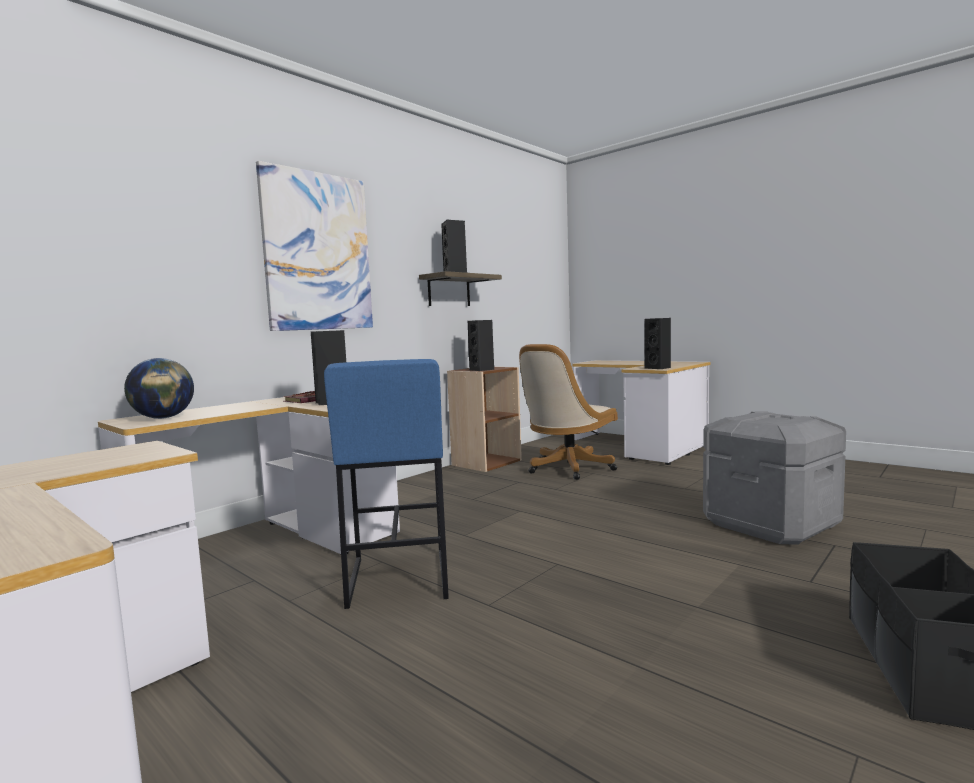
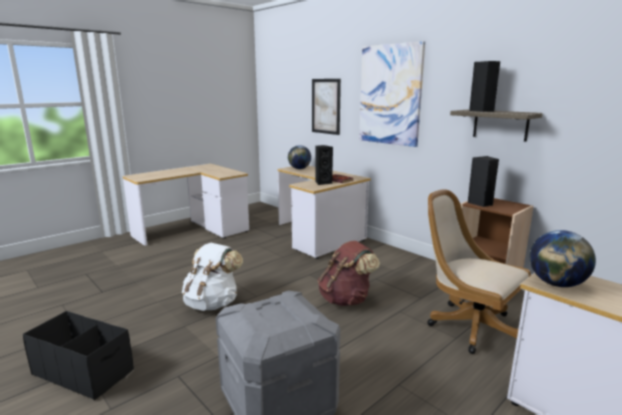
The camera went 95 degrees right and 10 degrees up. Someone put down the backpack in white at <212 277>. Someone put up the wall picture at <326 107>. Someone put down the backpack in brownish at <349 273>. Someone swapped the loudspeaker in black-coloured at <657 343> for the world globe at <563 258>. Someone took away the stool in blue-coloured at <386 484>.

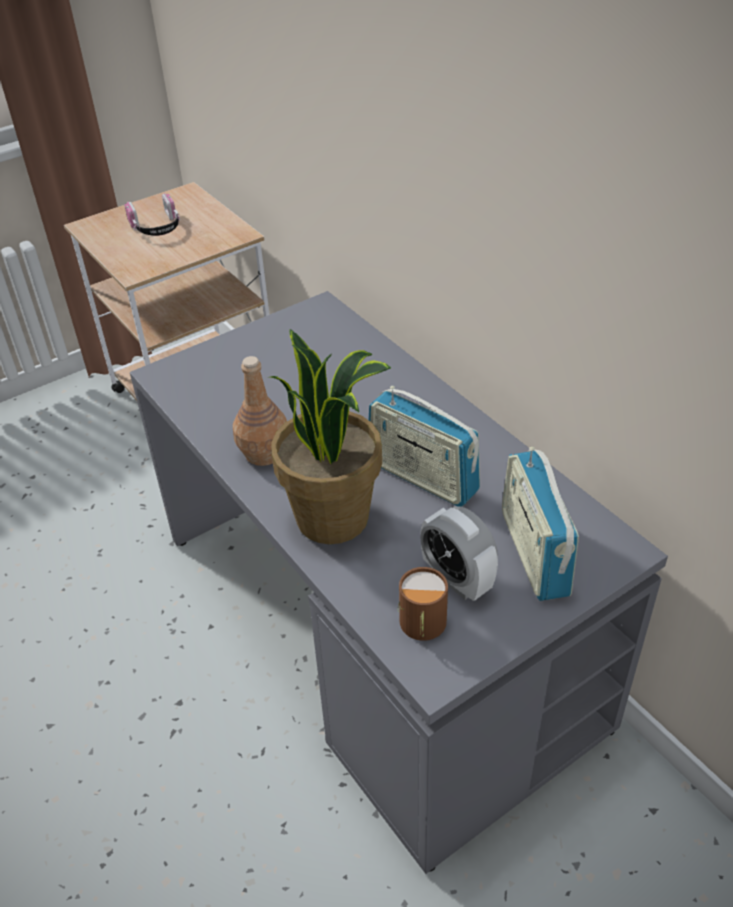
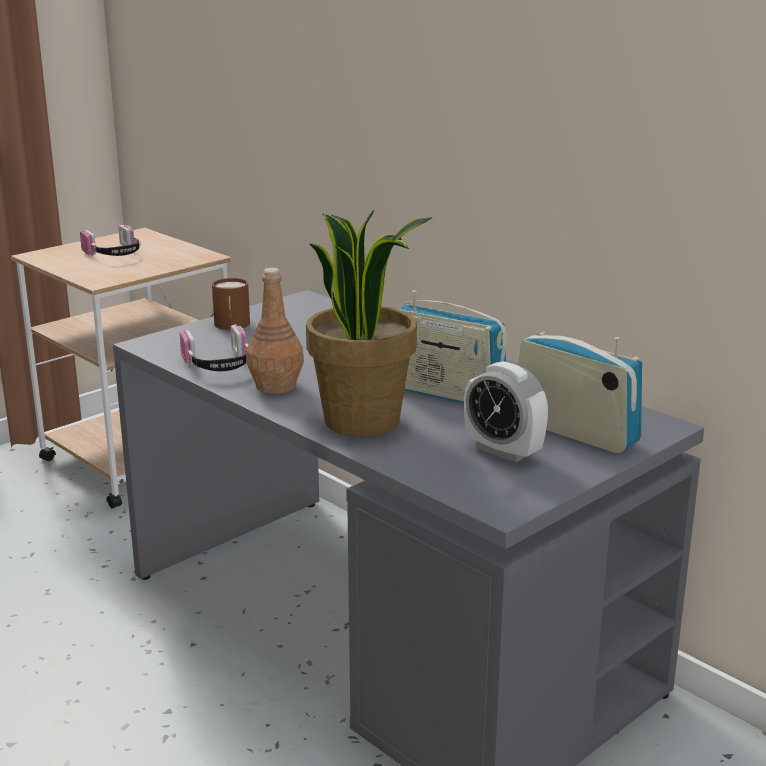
The camera went 10 degrees left and 20 degrees down. Someone put down the headphones at <214 347>. Someone carried the tea mug in brownish from <423 604> to <231 304>. Someone rotated the radio receiver at <540 523> by 150 degrees clockwise.

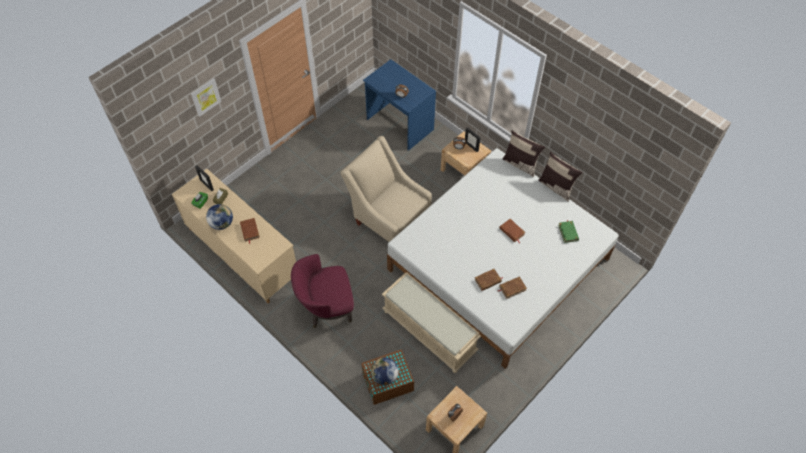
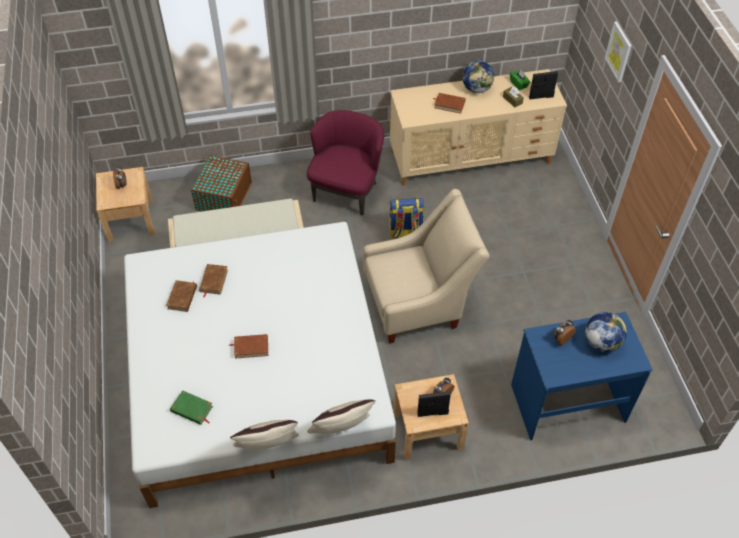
The camera went 125 degrees right and 5 degrees down. Someone put down the backpack at <407 218>. Someone carried the world globe from <385 371> to <606 332>.

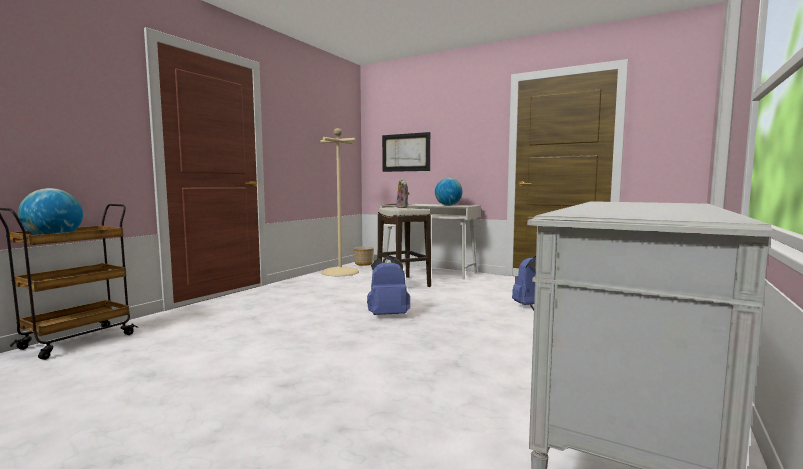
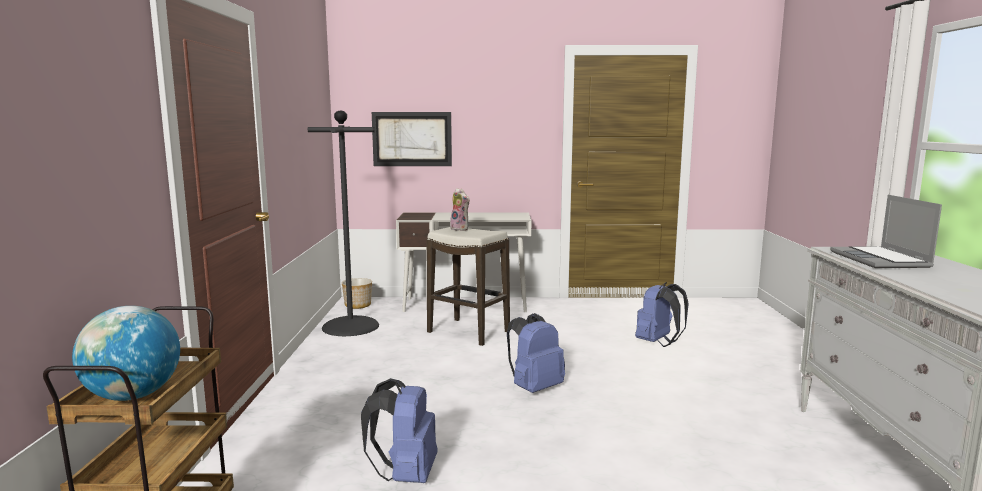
The camera went 30 degrees left and 5 degrees up. Someone repainted the garment rack in sand-coloured at <340 202>, which became the garment rack in black-coloured at <343 223>. Someone put down the backpack in blue-coloured at <399 430>. Someone put down the notebook computer at <886 231>. Someone took away the world globe at <449 192>.

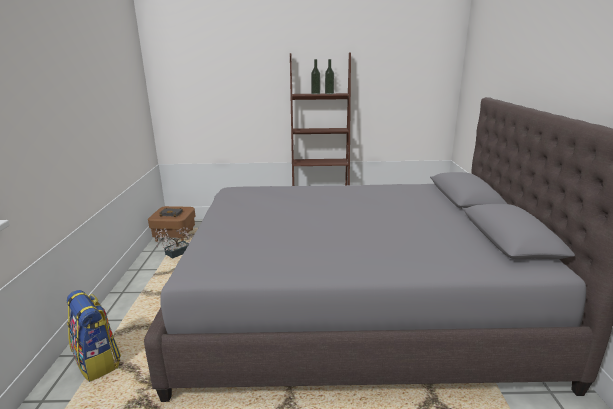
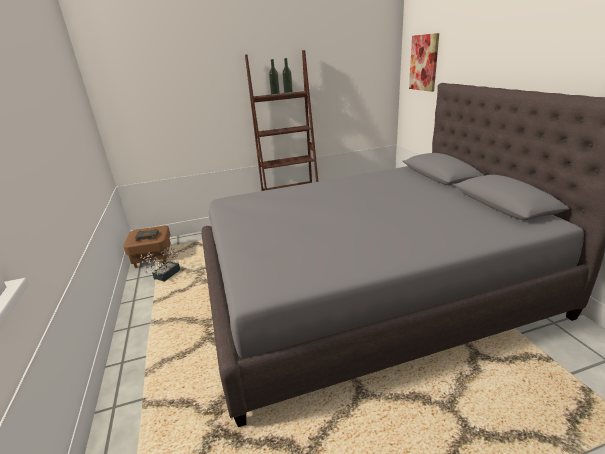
The camera went 15 degrees left and 5 degrees up. Someone put up the wall picture at <424 62>. Someone took away the backpack at <94 336>.

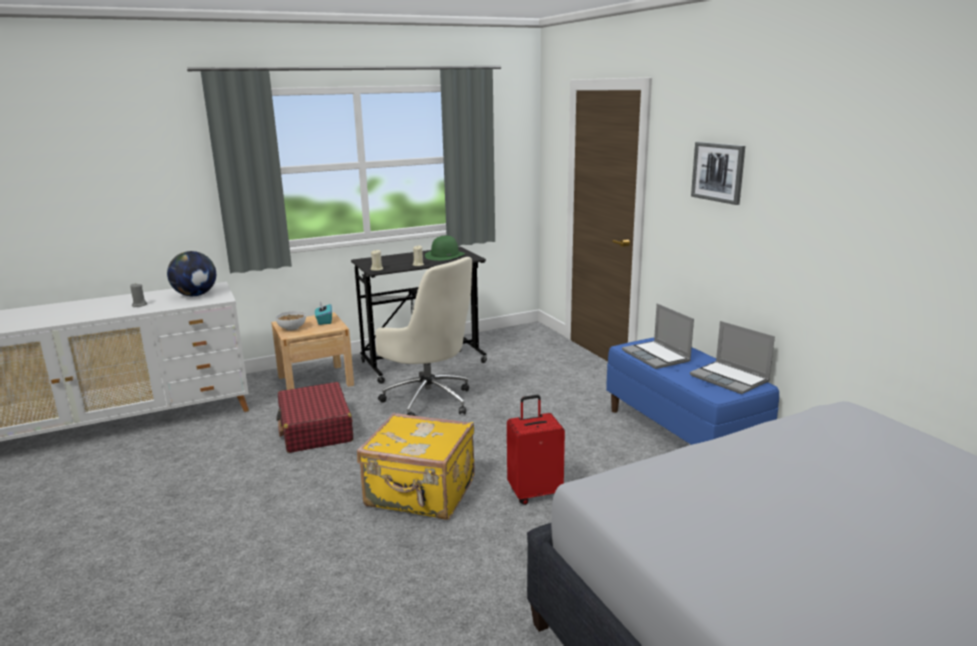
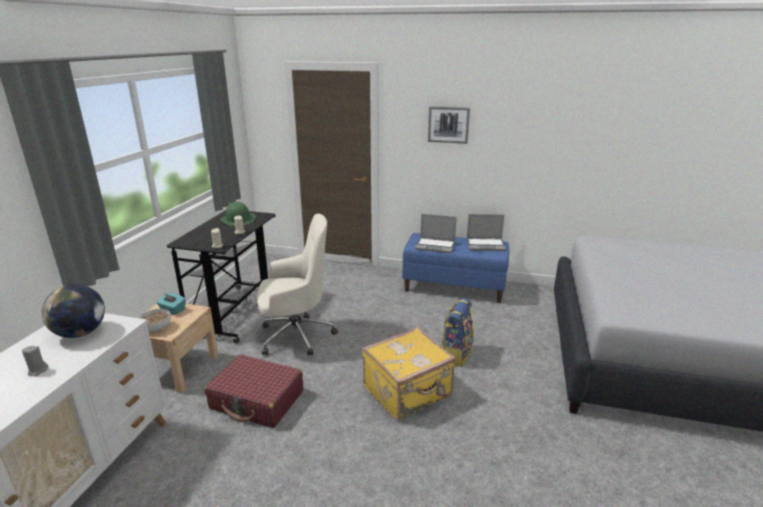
The camera went 50 degrees left and 5 degrees up. Someone swapped the suitcase in red at <536 450> for the backpack at <457 332>.

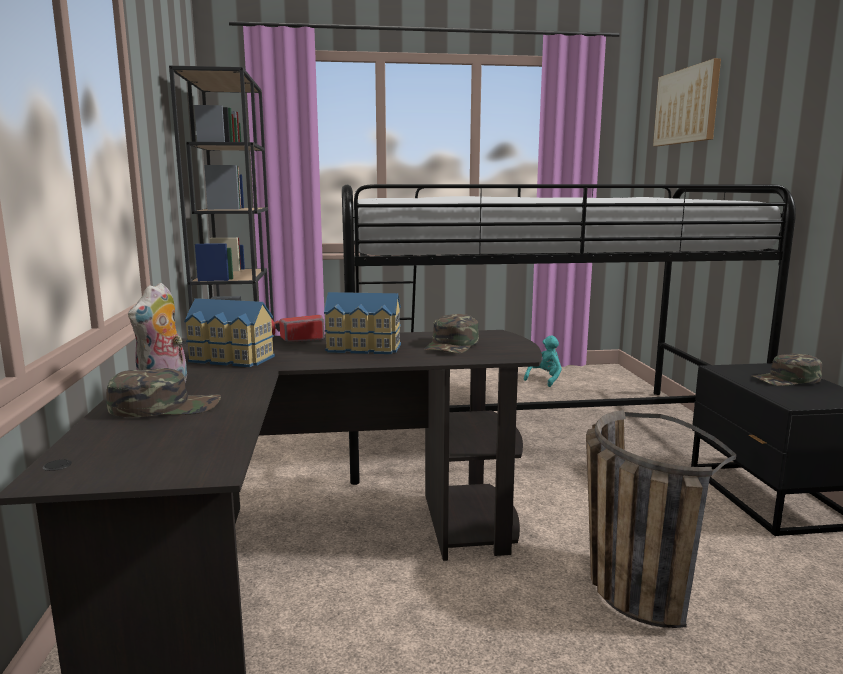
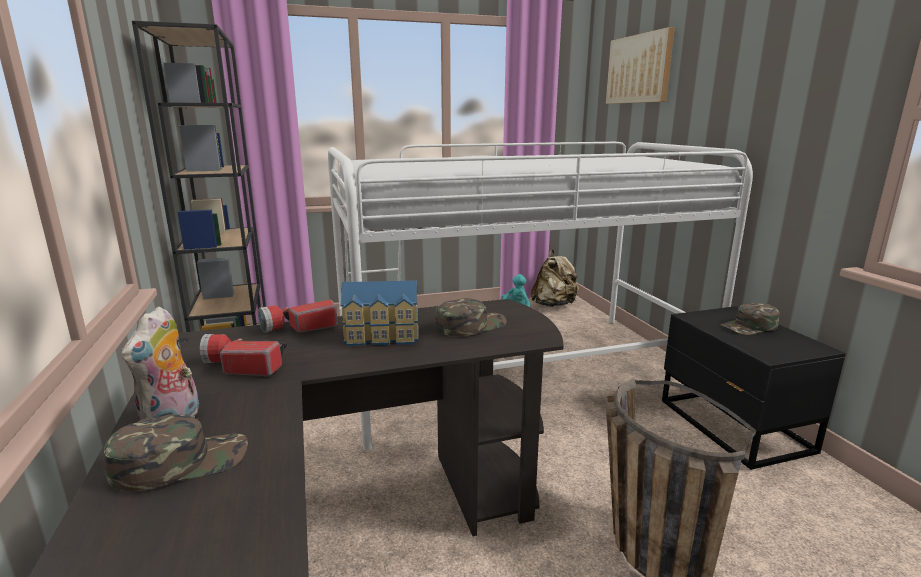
The camera went 10 degrees left and 5 degrees up. Someone swapped the toy house at <229 332> for the torch at <243 355>. Someone repainted the bedroom bed in black-coloured at <569 334>, which became the bedroom bed in white at <540 296>. Someone rotated the baseball cap in green at <451 333> by 135 degrees counterclockwise. Someone put down the backpack in sand-coloured at <555 278>.

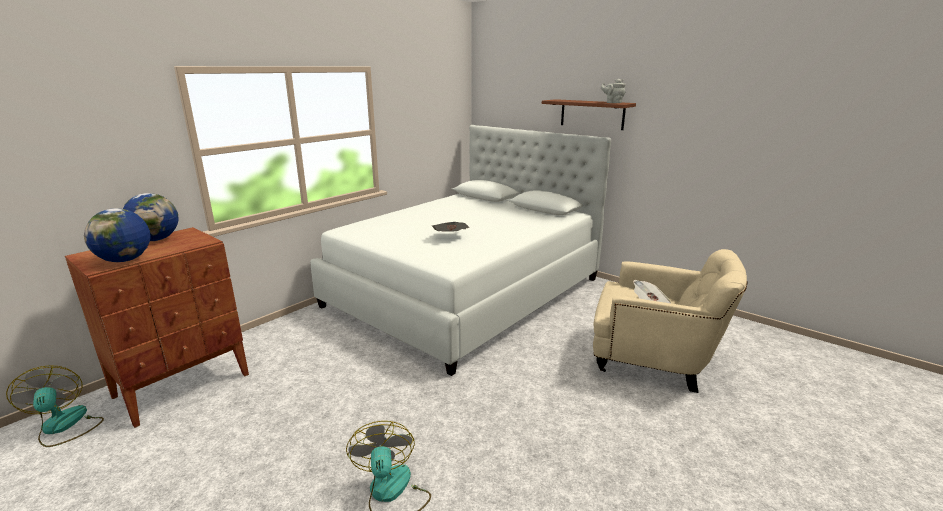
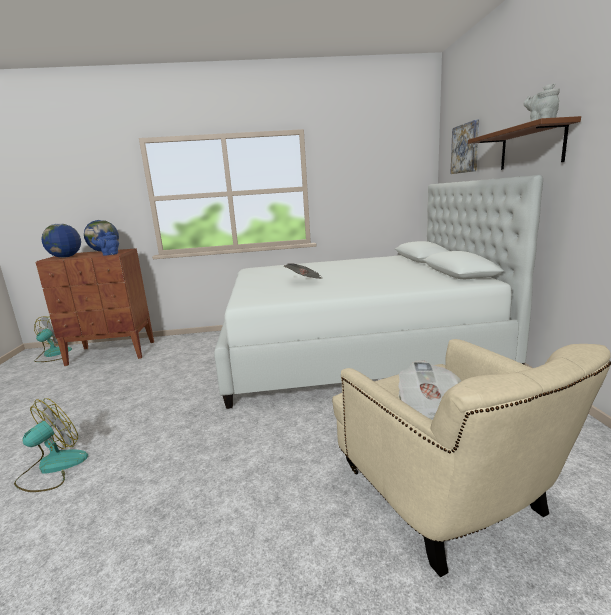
The camera went 45 degrees right and 5 degrees down. Someone put down the tea pot in blue-coloured at <105 244>. Someone put up the wall picture at <464 147>.

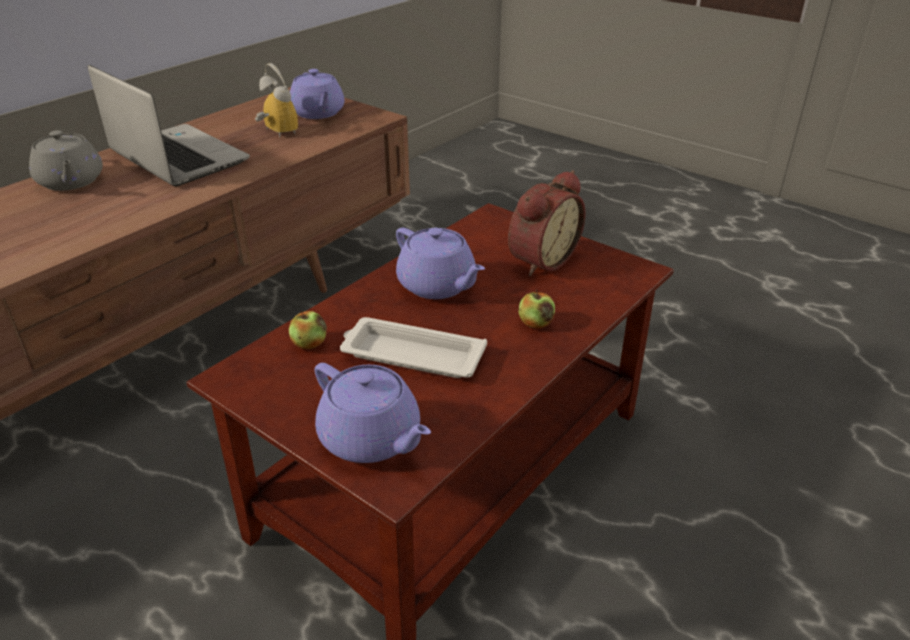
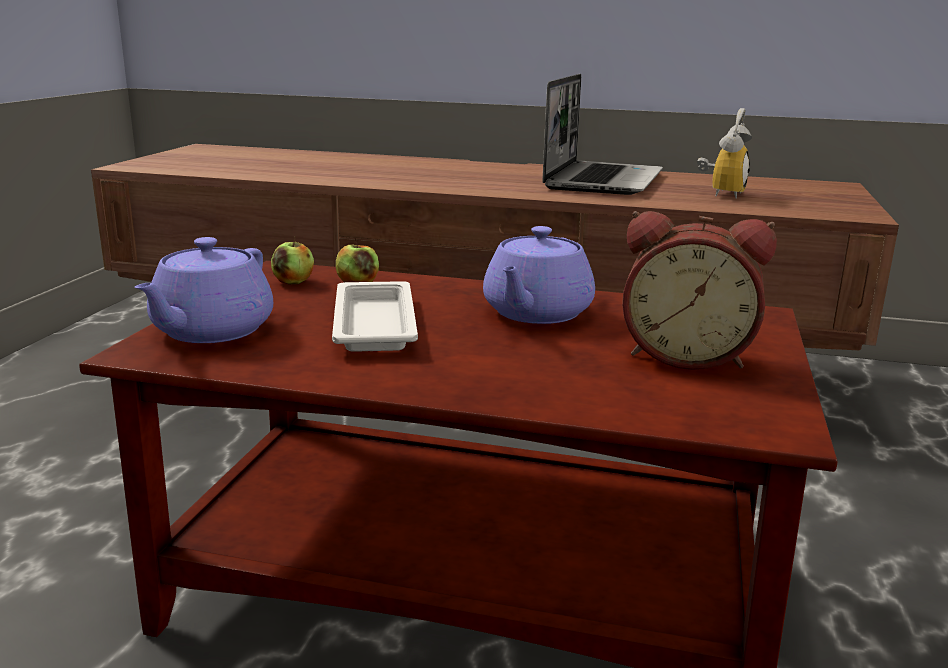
The camera went 65 degrees right and 15 degrees down. Someone carried the apple from <537 309> to <292 260>. Someone took away the tea pot in greyish at <66 160>. Someone took away the tea pot in purplish at <317 94>.

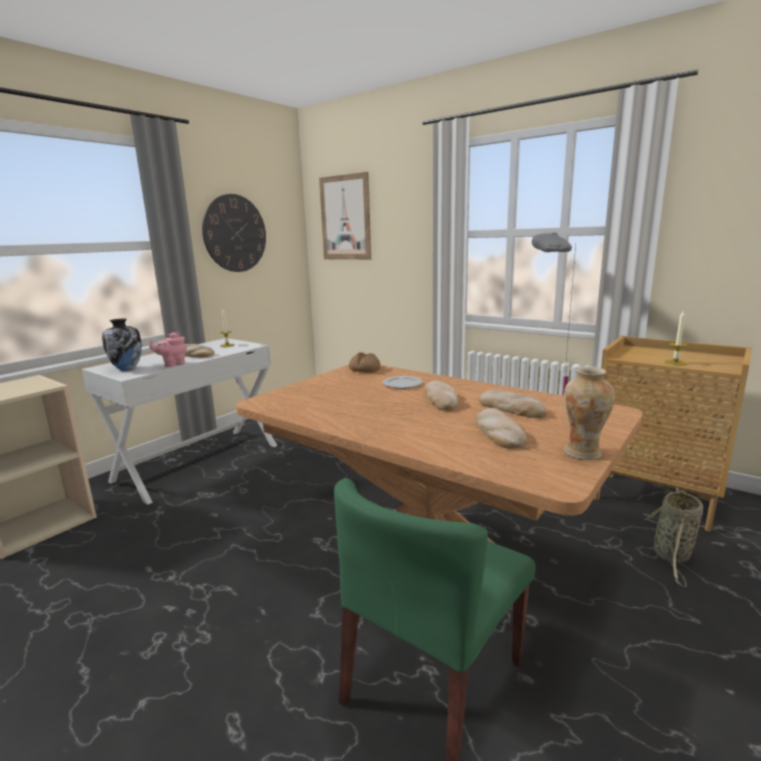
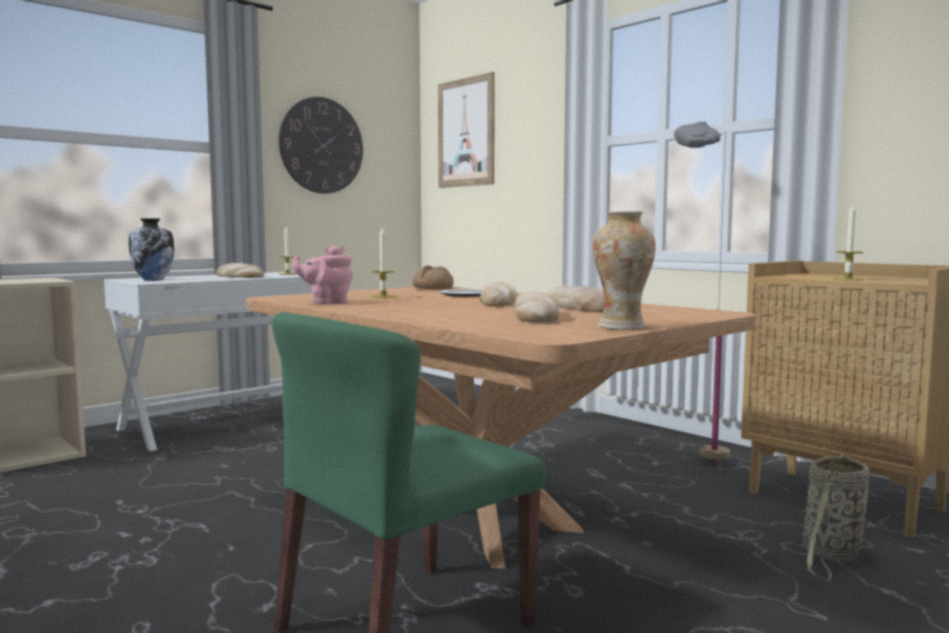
The camera went 10 degrees right and 10 degrees down. Someone carried the tea pot in pink from <168 349> to <322 275>. Someone put down the wax candle at <383 262>.

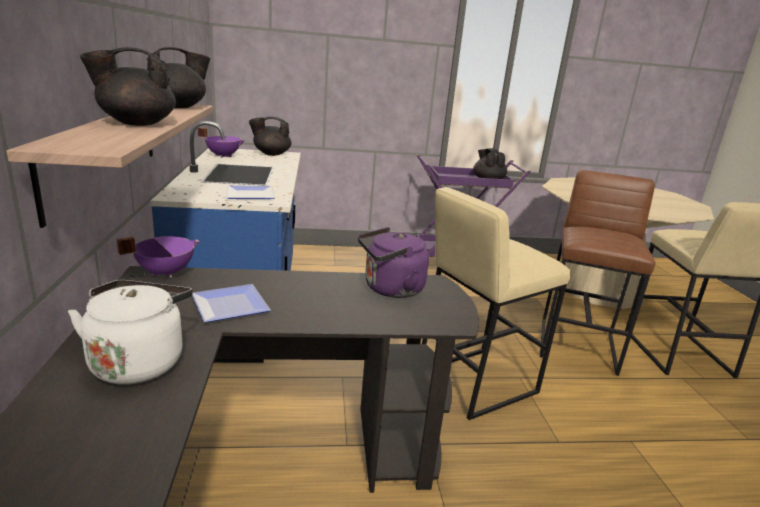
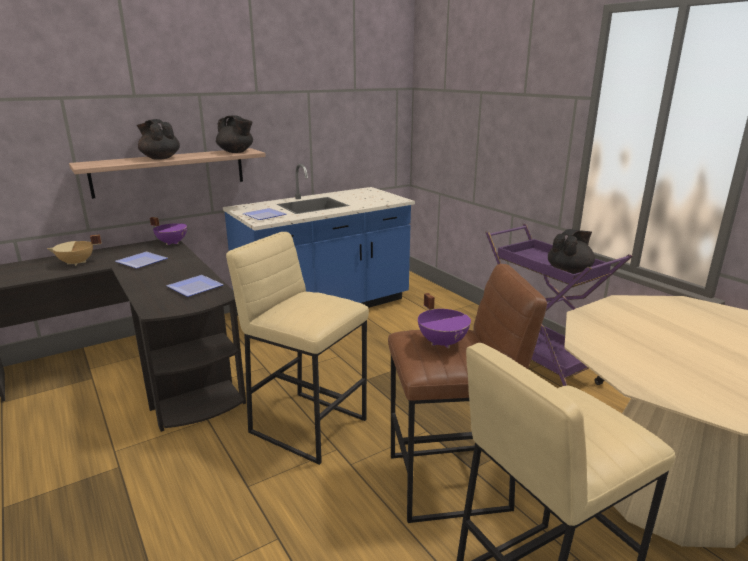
The camera went 65 degrees right and 0 degrees up. Someone swapped the kettle in white at <130 332> for the saucepot in sand-coloured at <74 250>. Someone swapped the kettle in purplish at <393 262> for the plate at <195 286>. Someone carried the saucepot in purplish from <221 143> to <444 321>. Someone took away the tea pot in black-coloured at <270 136>.

